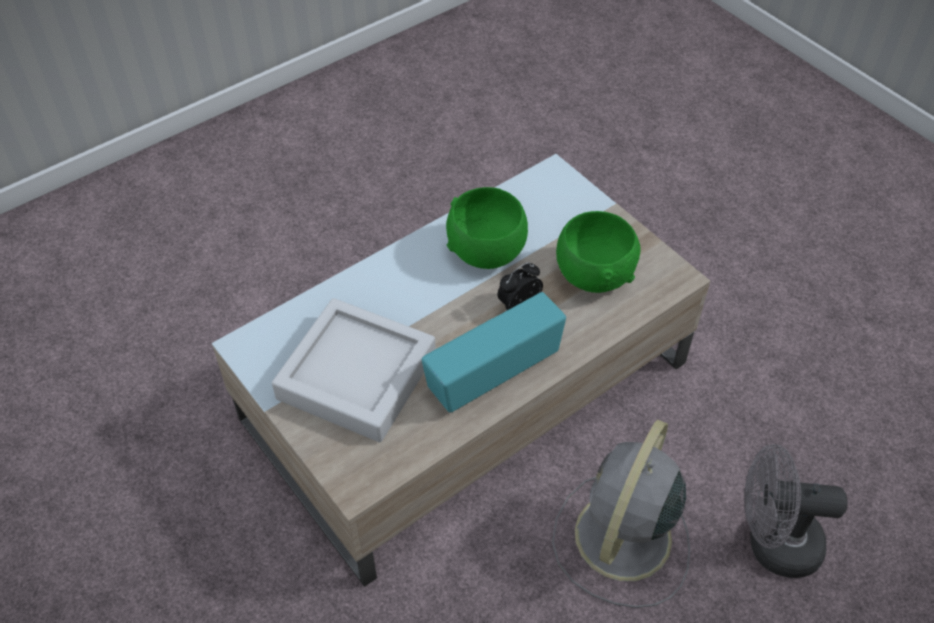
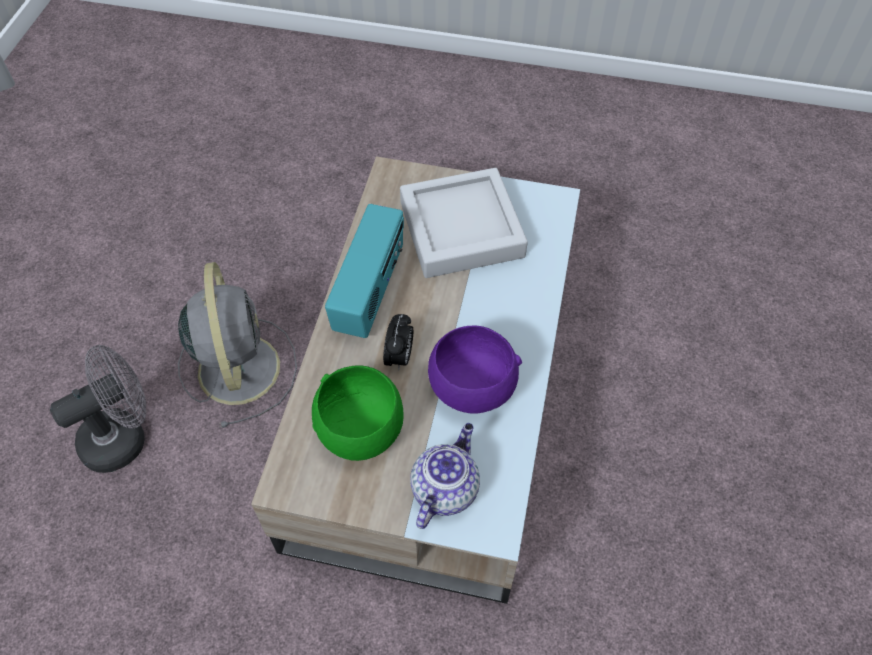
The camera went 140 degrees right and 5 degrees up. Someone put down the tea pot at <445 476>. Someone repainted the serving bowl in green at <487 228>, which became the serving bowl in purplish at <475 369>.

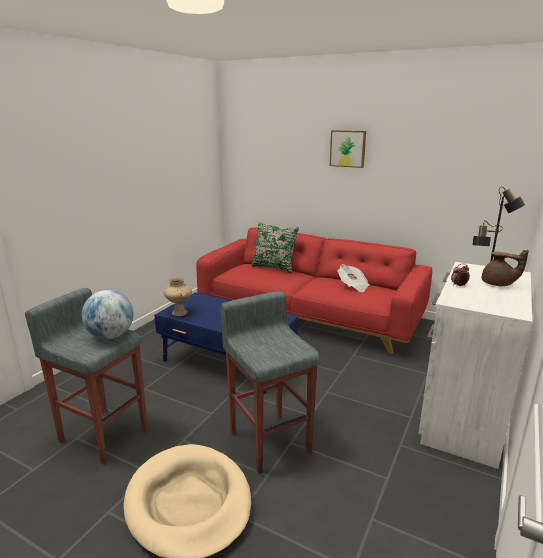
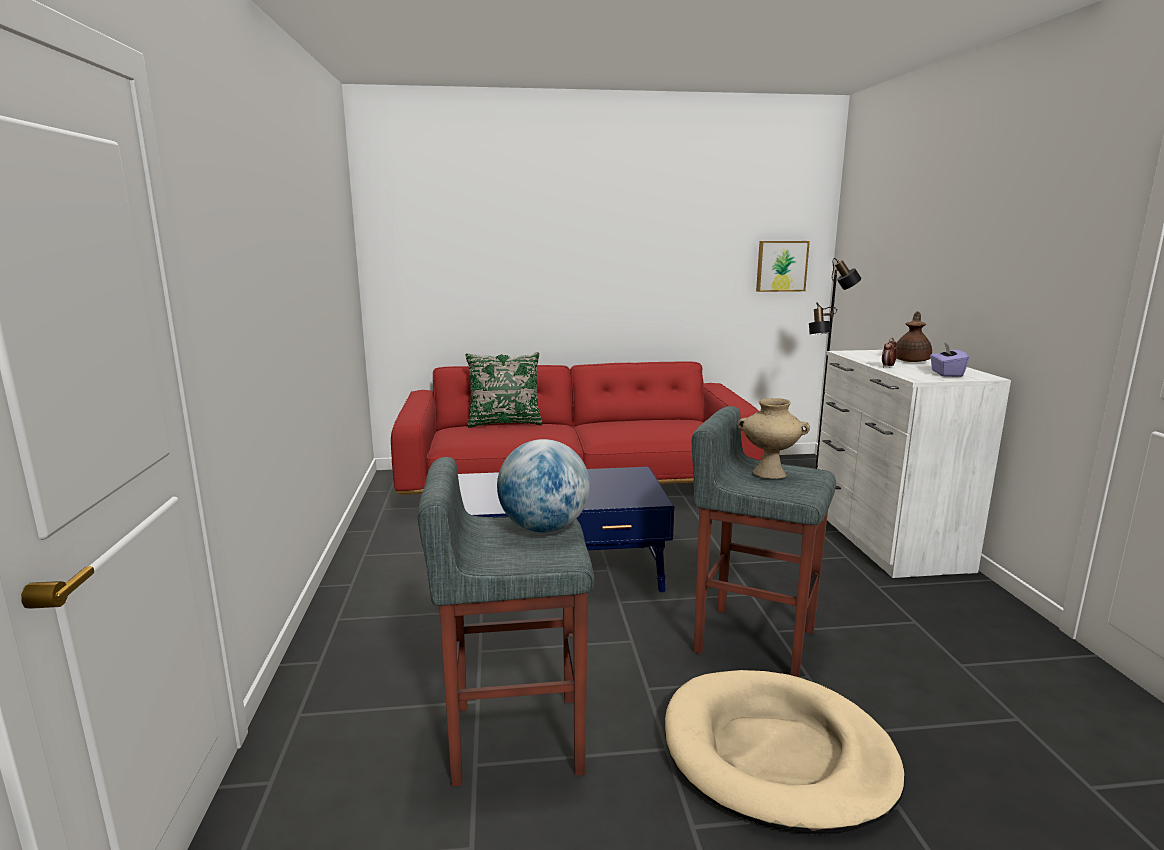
The camera went 35 degrees left and 5 degrees down. Someone carried the flower vase in sand-coloured from <178 297> to <774 438>. Someone carried the wall picture from <348 149> to <783 266>. Someone rotated the tea pot in brownish at <505 268> by 60 degrees counterclockwise. Someone put down the box of tissues in purplish at <949 359>. Someone took away the printed paper at <353 278>.

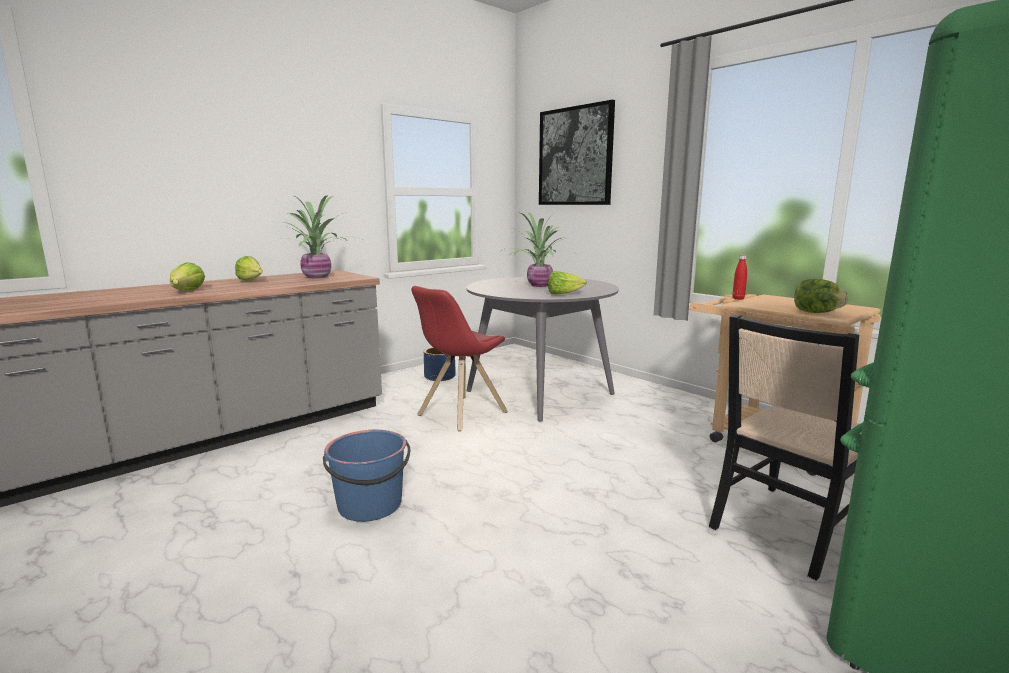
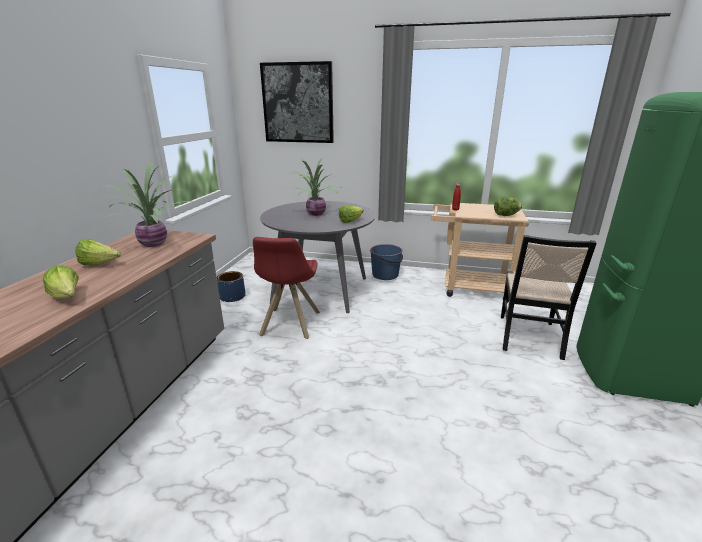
The camera went 35 degrees left and 10 degrees up. Someone carried the pail in blue-coloured from <367 476> to <386 262>.

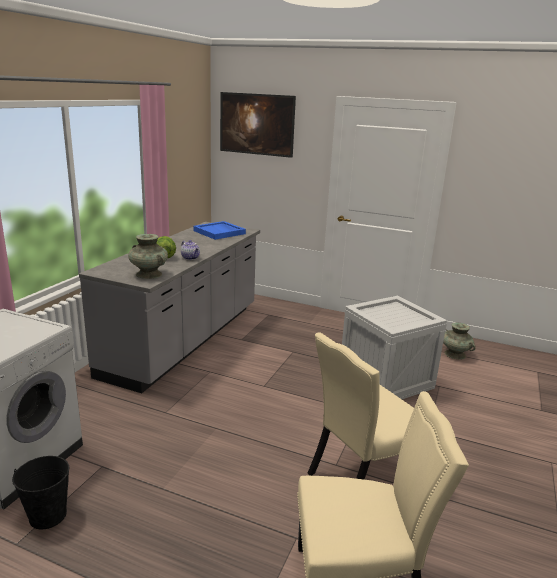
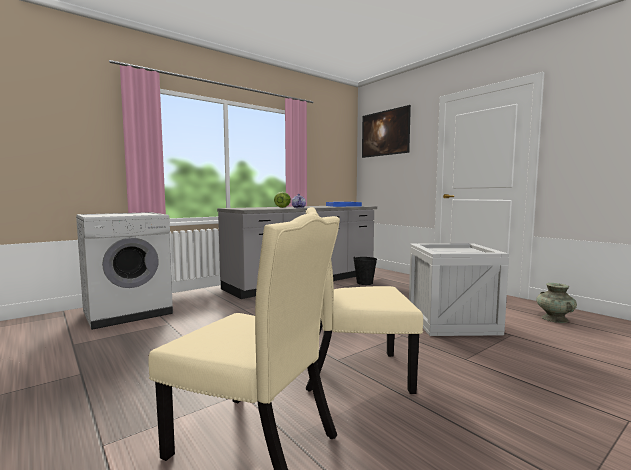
The camera went 30 degrees right and 15 degrees down. Someone carried the pail in black-coloured from <40 492> to <365 270>. Someone took away the flower vase in turquoise at <148 256>.

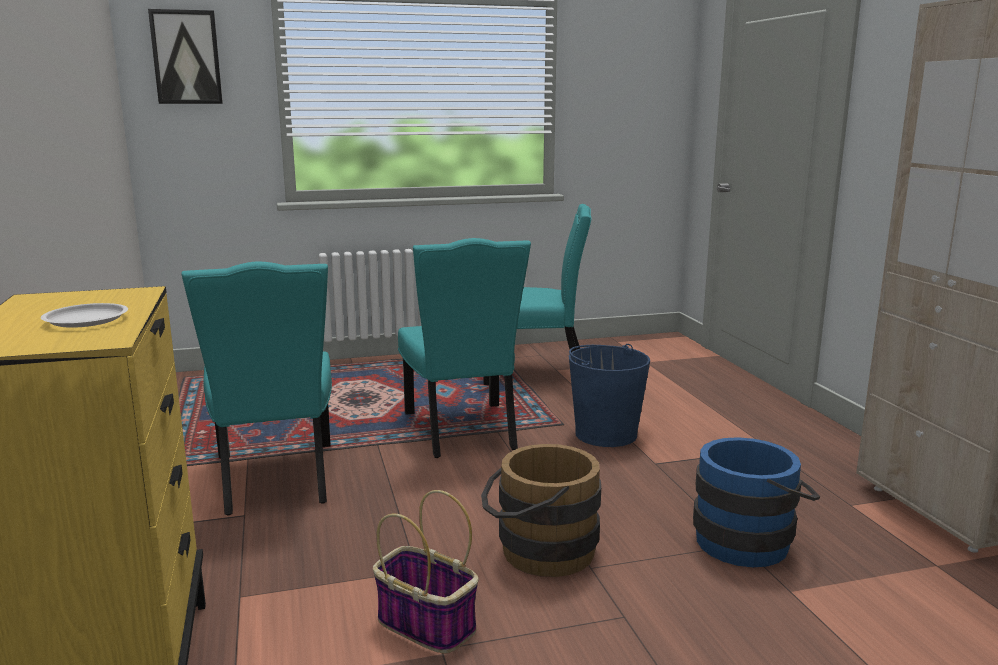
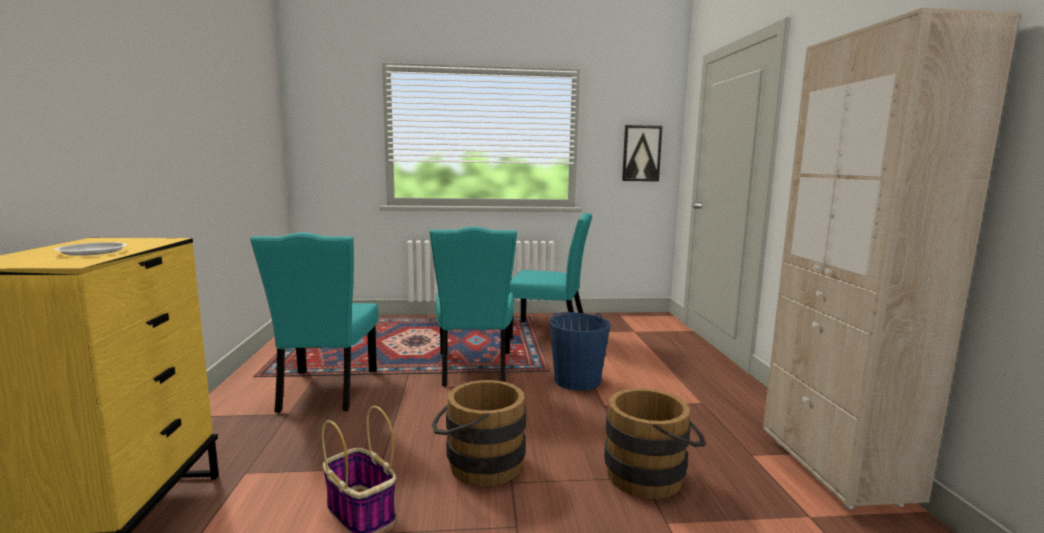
The camera went 10 degrees right and 5 degrees down. Someone repainted the pail in blue-coloured at <757 502>, which became the pail in brownish at <655 443>. Someone carried the wall picture from <185 56> to <642 153>.

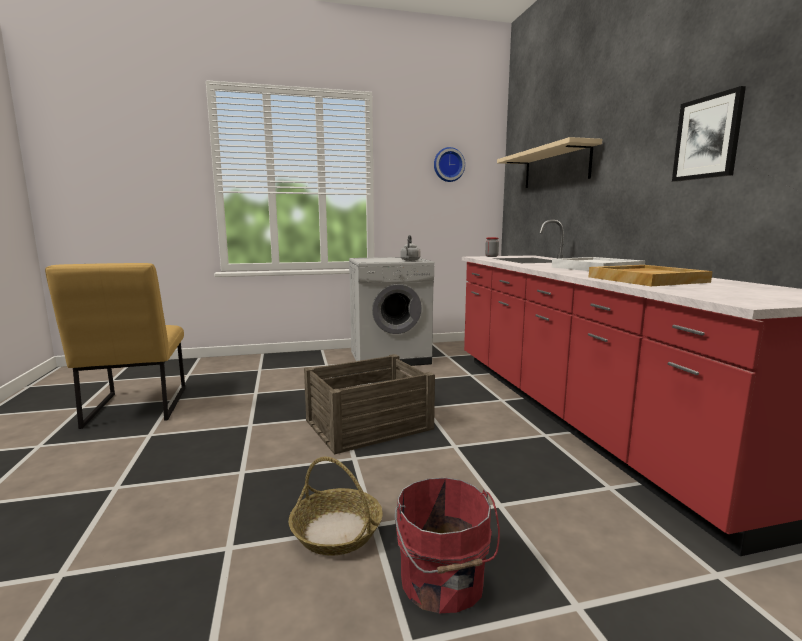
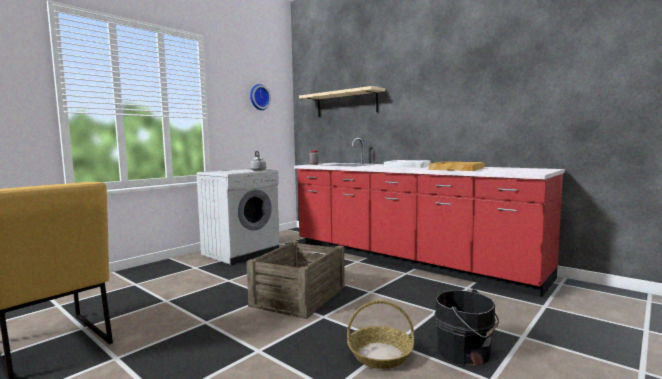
The camera went 35 degrees left and 5 degrees down. Someone repainted the pail in red at <447 545>, which became the pail in black-coloured at <467 327>. Someone took away the wall picture at <709 134>.

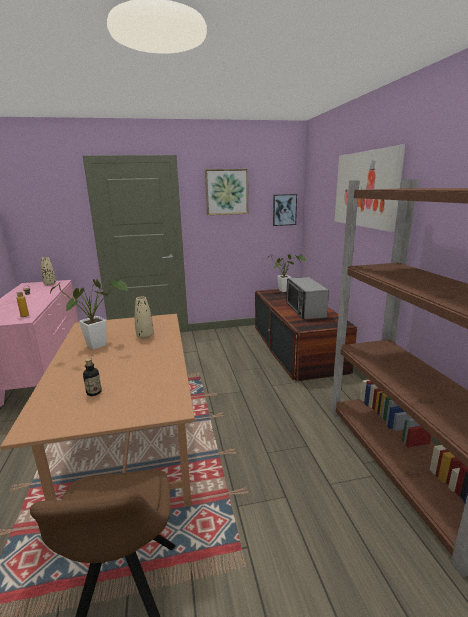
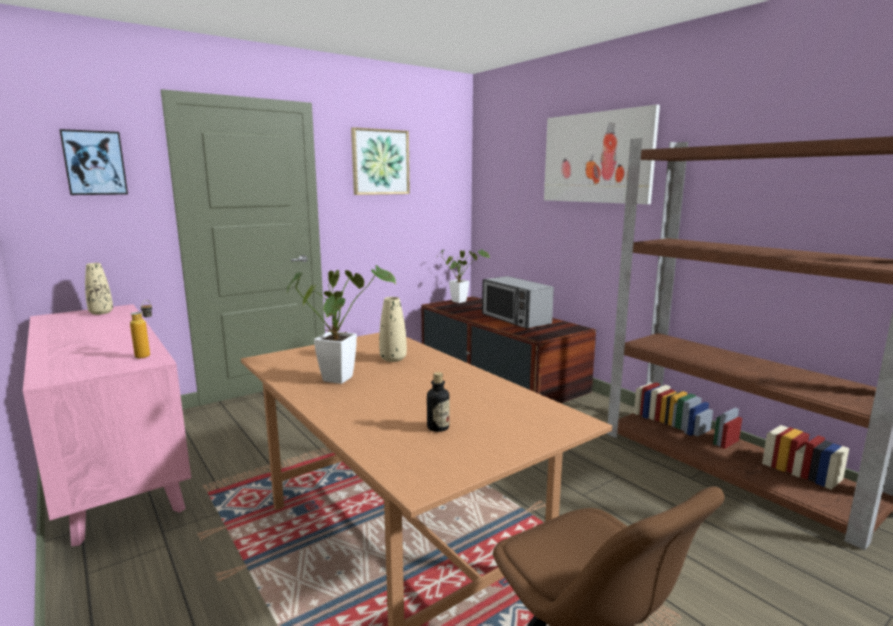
The camera went 25 degrees left and 5 degrees down. Someone carried the wall picture from <285 210> to <93 162>.

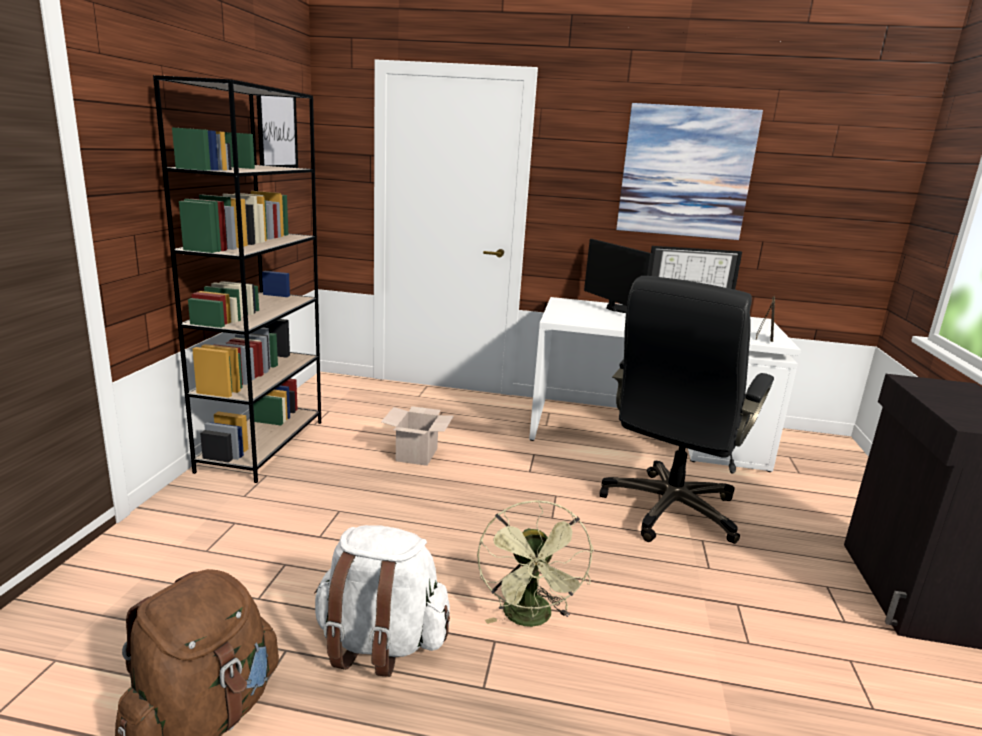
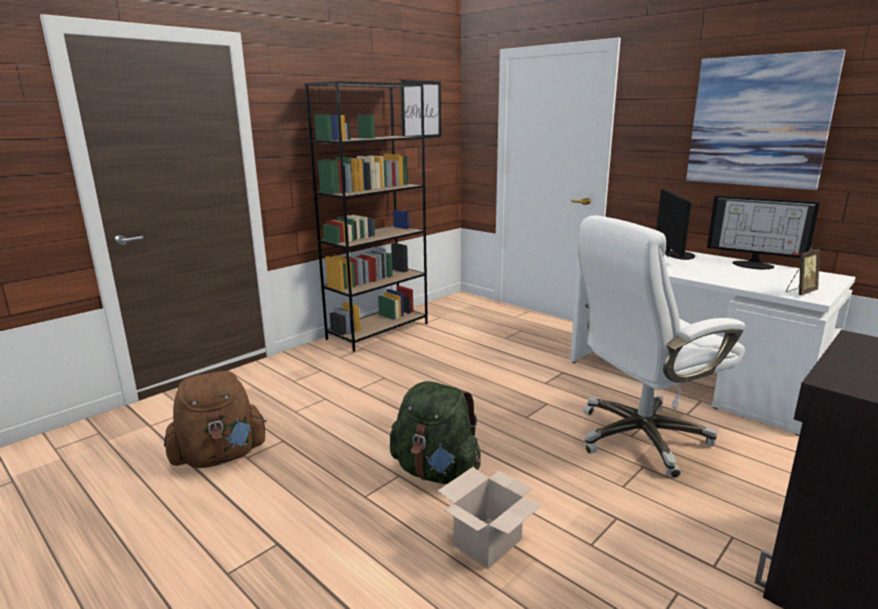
The camera went 35 degrees right and 0 degrees up. Someone swapped the fan in green at <535 563> for the backpack in green at <435 432>. Someone carried the carton from <417 436> to <490 518>. Someone repainted the desk chair in black-coloured at <687 410>, which became the desk chair in white at <661 346>. Someone took away the backpack in white at <382 601>.

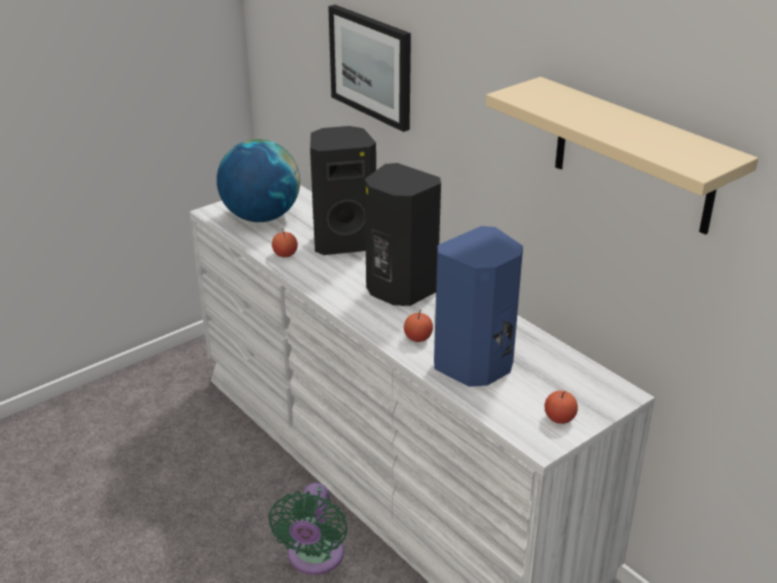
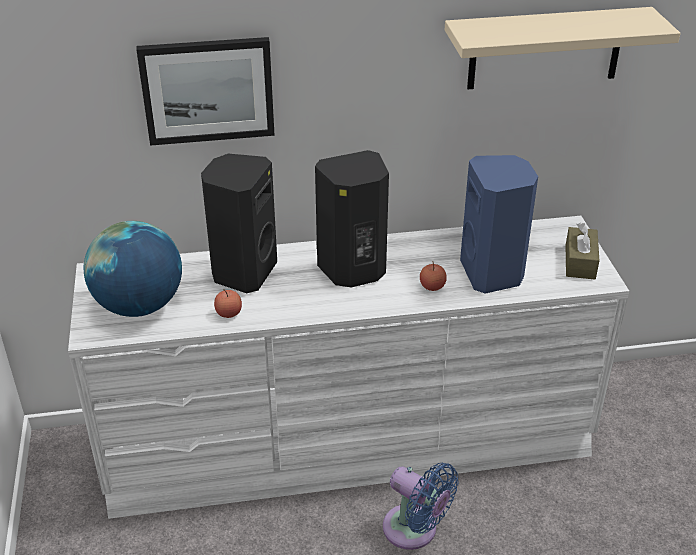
The camera went 60 degrees left and 5 degrees up. Someone repainted the fan in green at <308 529>, which became the fan in blue-coloured at <420 506>. Someone swapped the apple at <561 407> for the box of tissues in brownish at <582 251>.

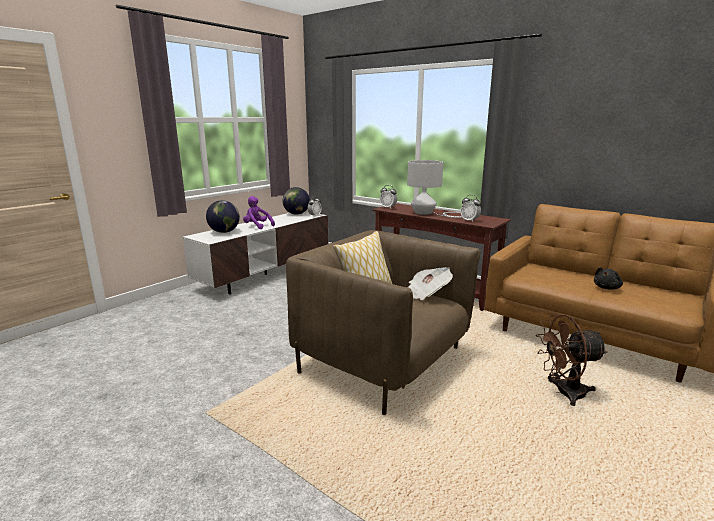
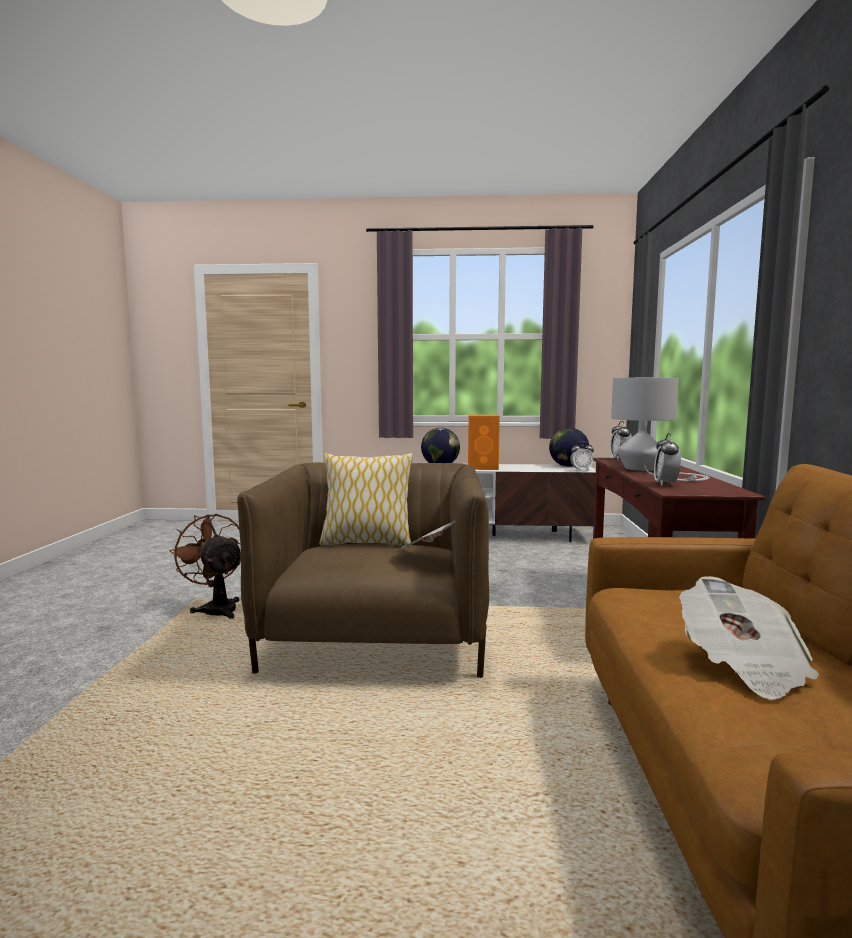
The camera went 55 degrees right and 10 degrees down. Someone carried the fan in brownish from <572 360> to <205 566>. Someone swapped the plush toy in purplish at <259 212> for the loudspeaker in orangey at <484 442>. Someone swapped the plush toy in black-coloured at <608 278> for the printed paper at <749 638>.

